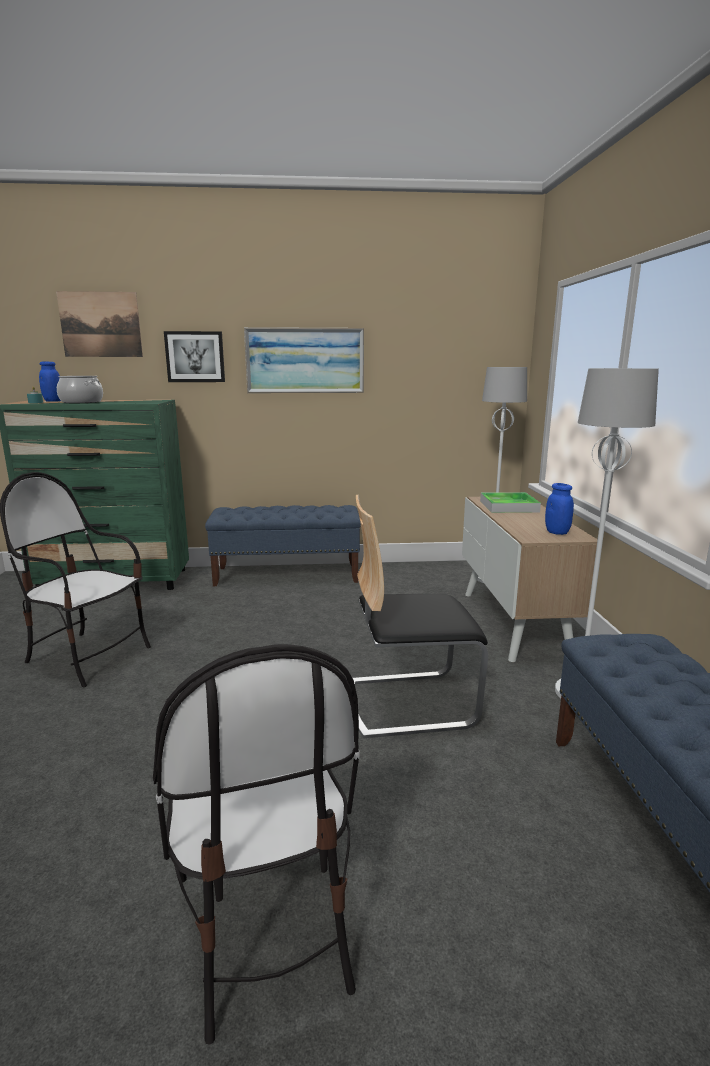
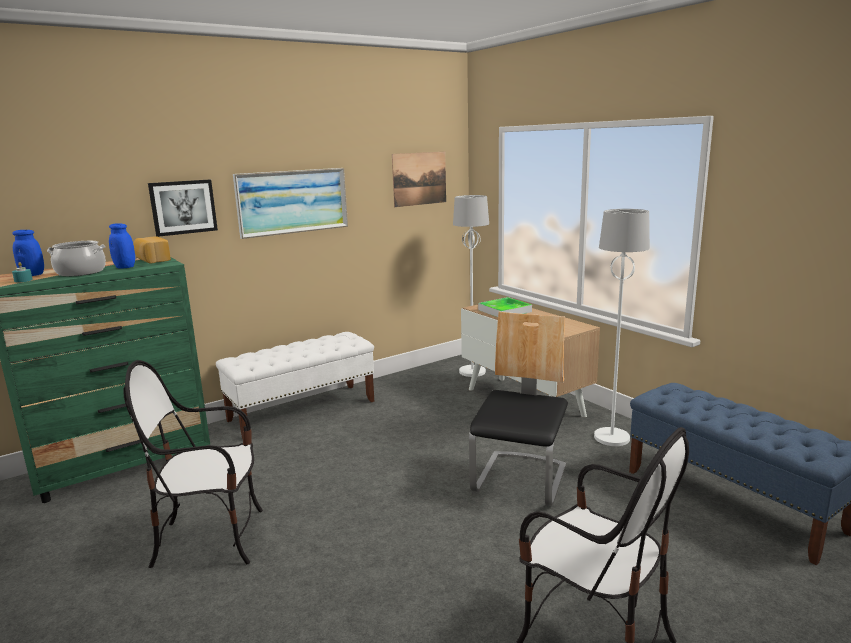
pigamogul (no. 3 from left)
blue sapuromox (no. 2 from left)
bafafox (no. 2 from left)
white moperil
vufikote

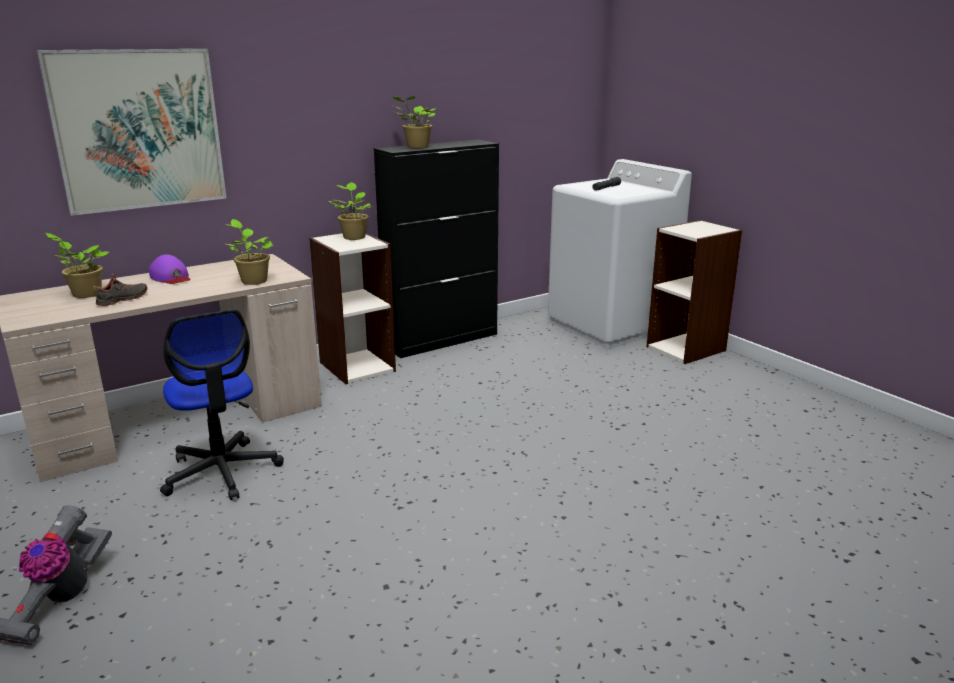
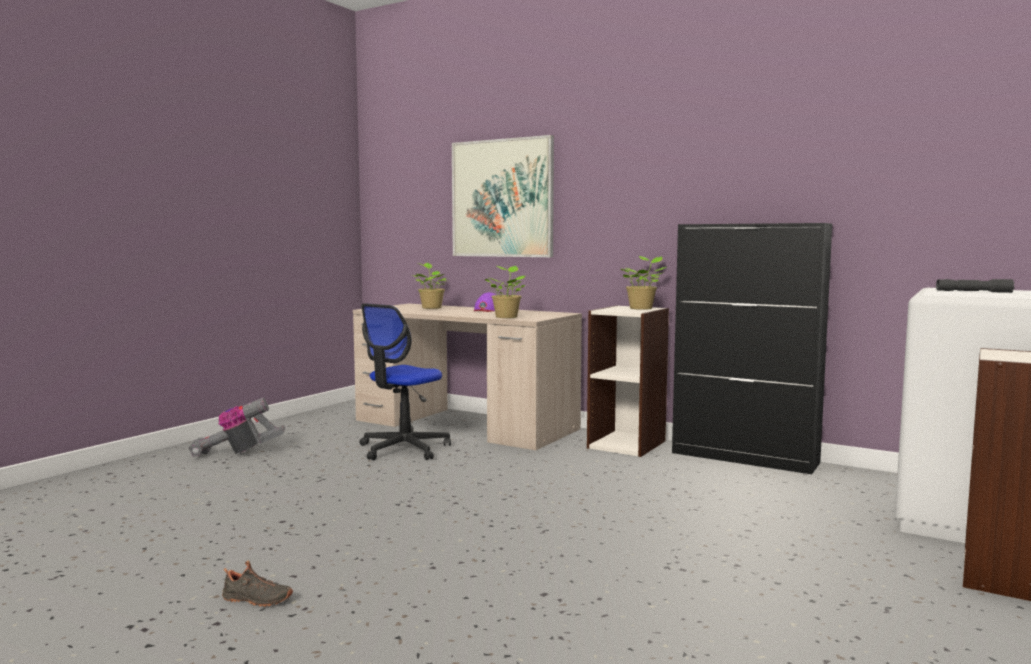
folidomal (no. 4 from left in the first image)
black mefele

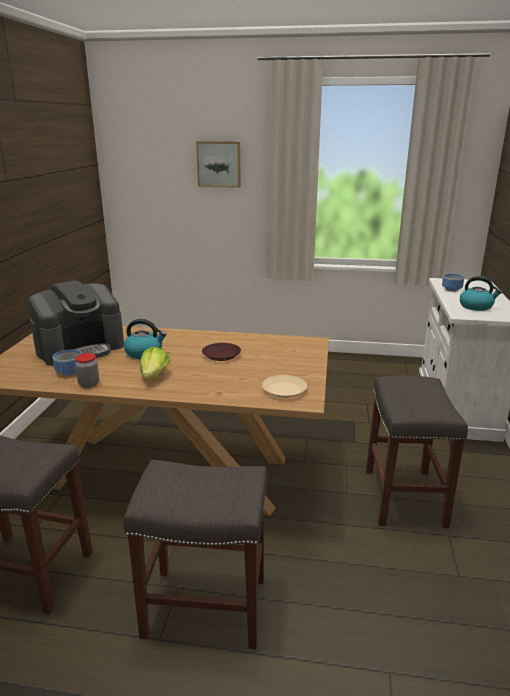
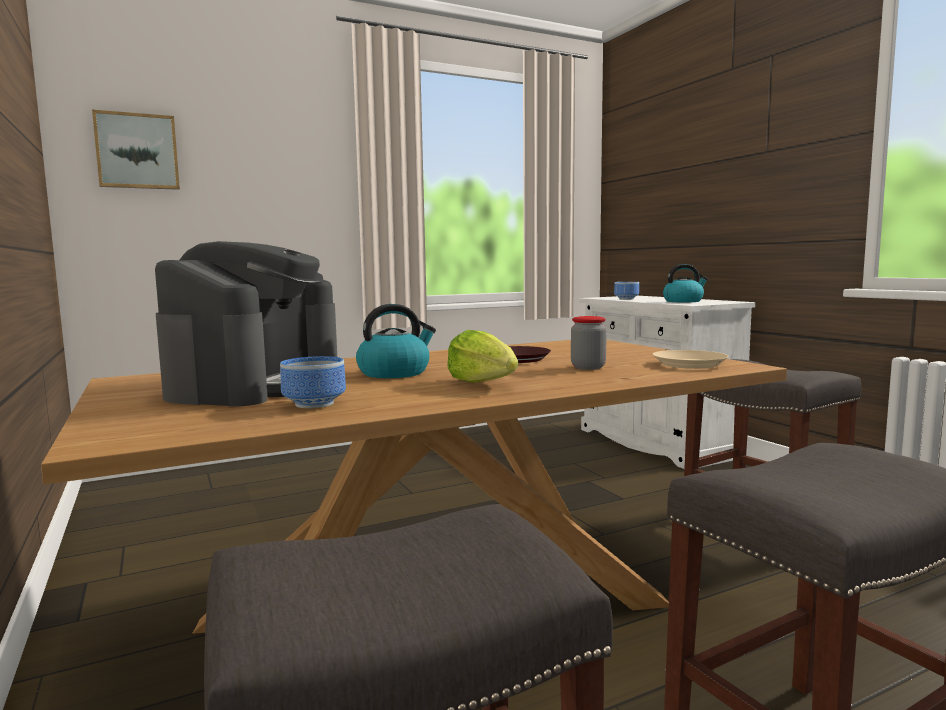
pigamogul
sapuromox

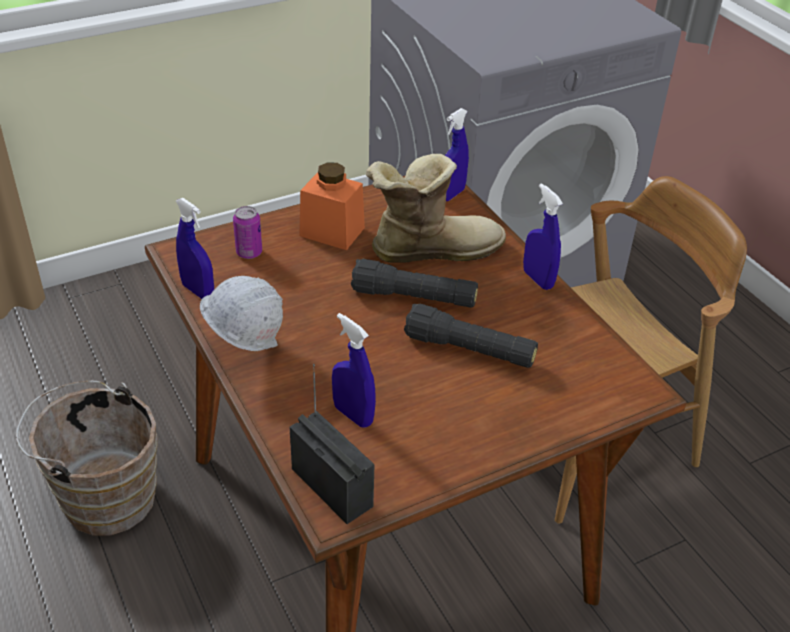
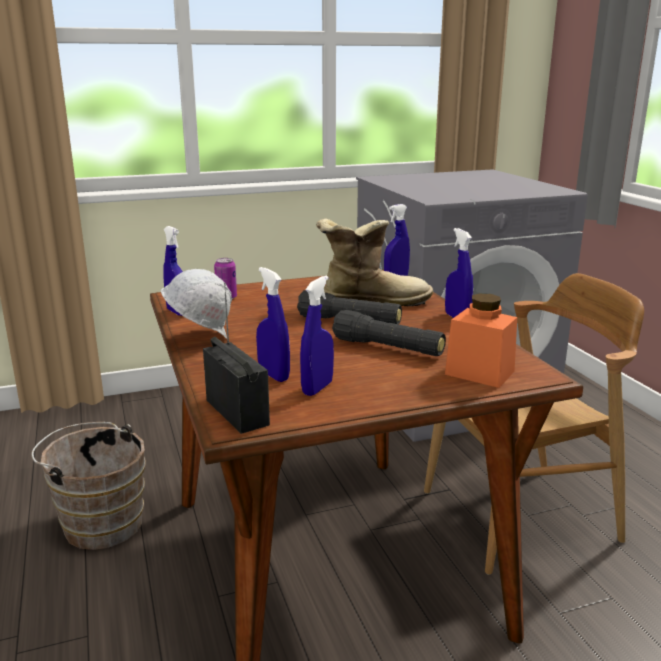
orange sapuromox
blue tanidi (no. 3 from left)

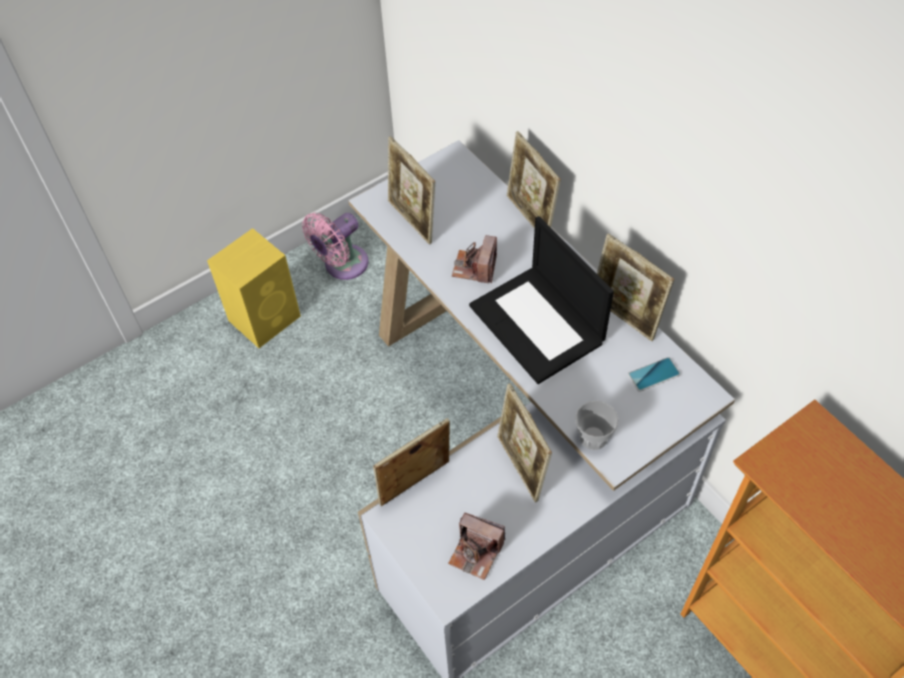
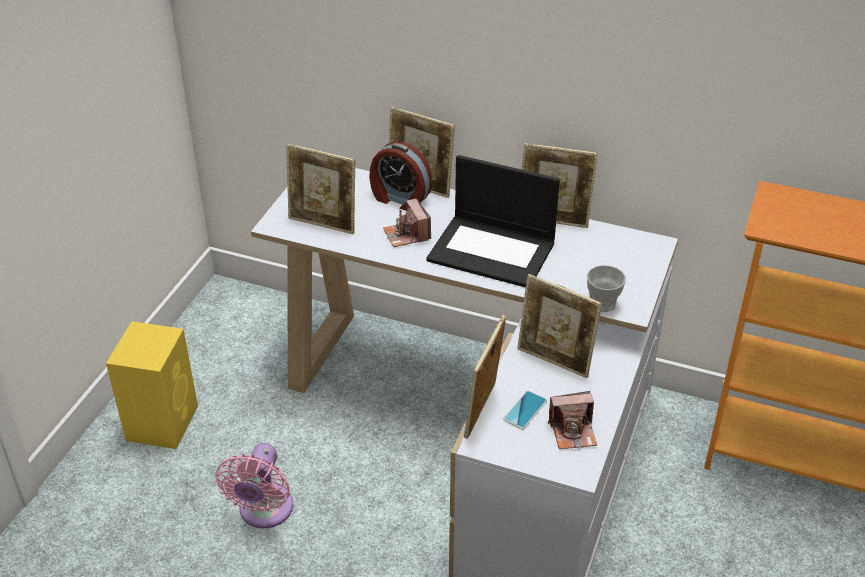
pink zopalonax
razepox
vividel

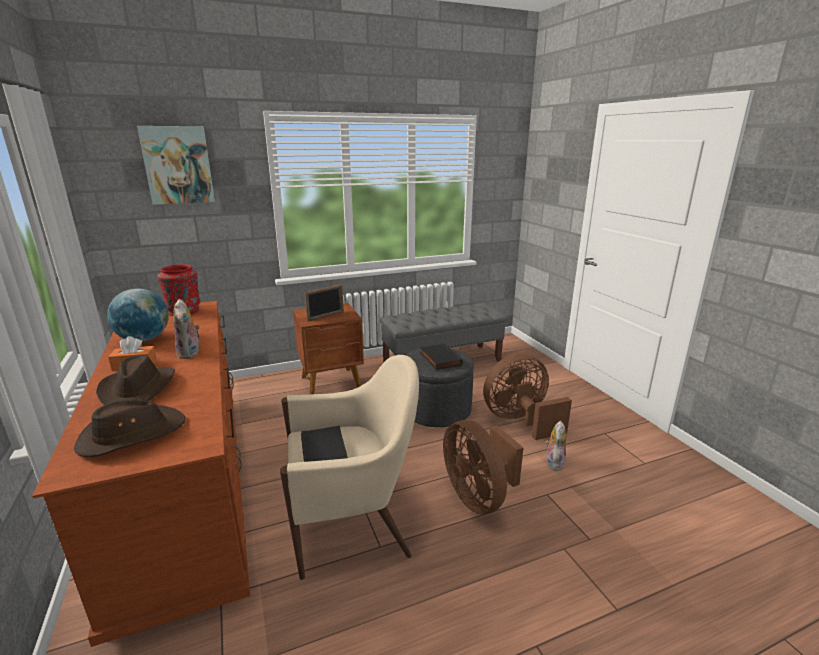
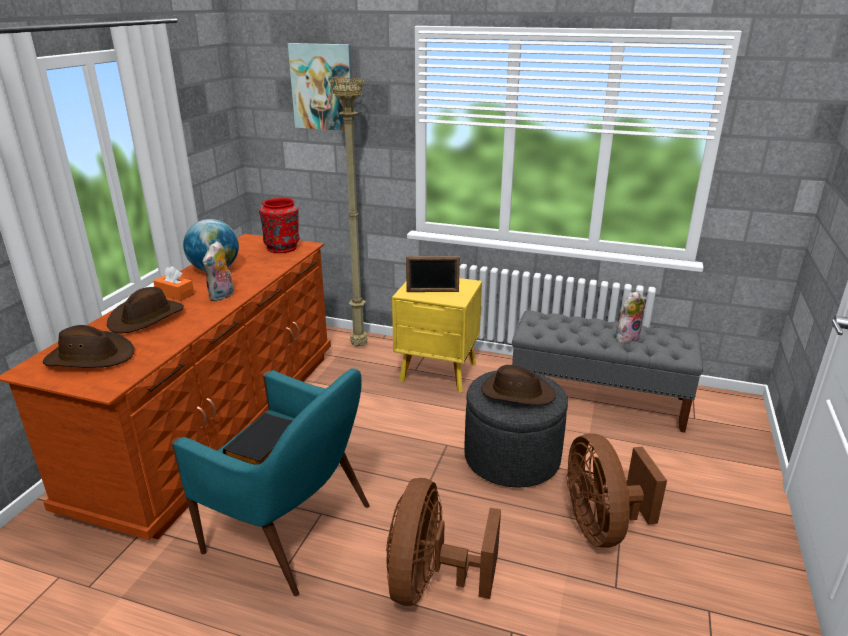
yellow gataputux
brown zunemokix (no. 3 from left)
brown zopalonax (no. 2 from left)
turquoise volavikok
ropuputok (no. 2 from left)
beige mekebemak

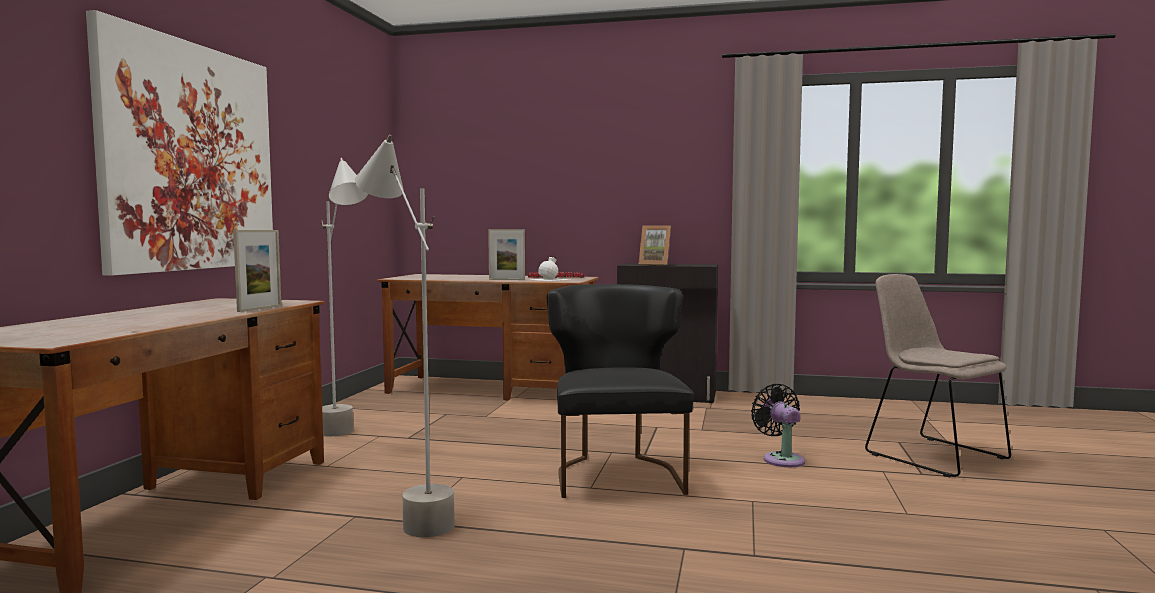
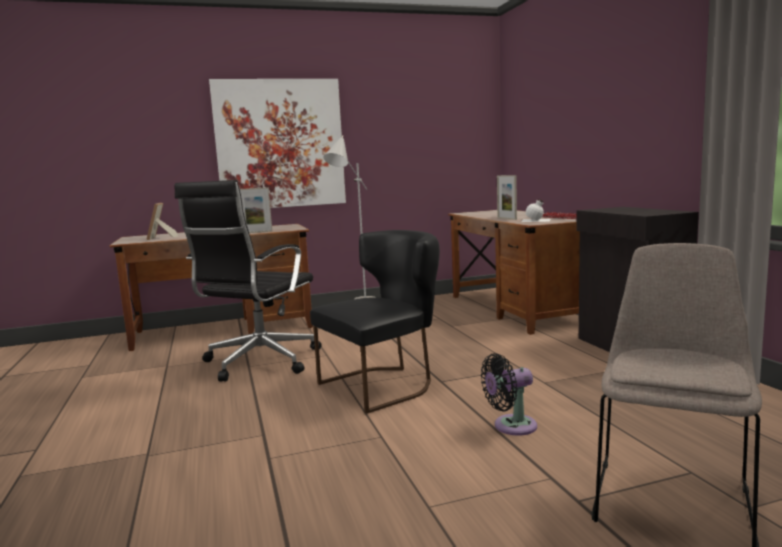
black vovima
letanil (no. 1 from left)
black zopalonax

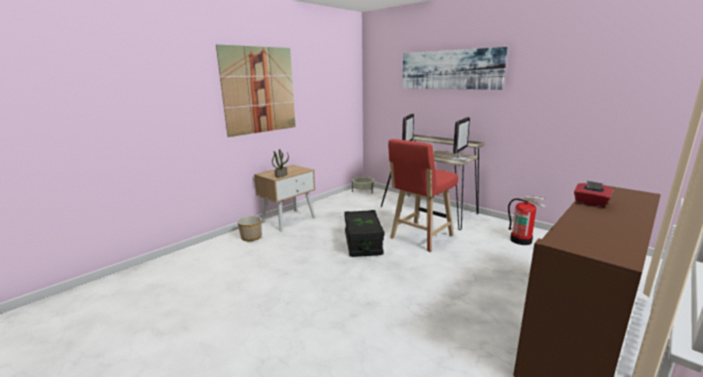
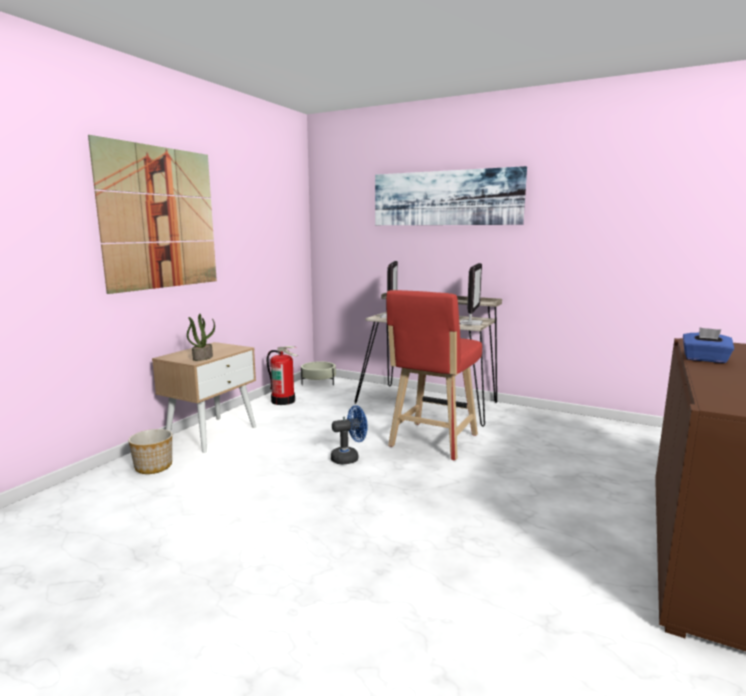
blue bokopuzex
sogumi
blue zopalonax

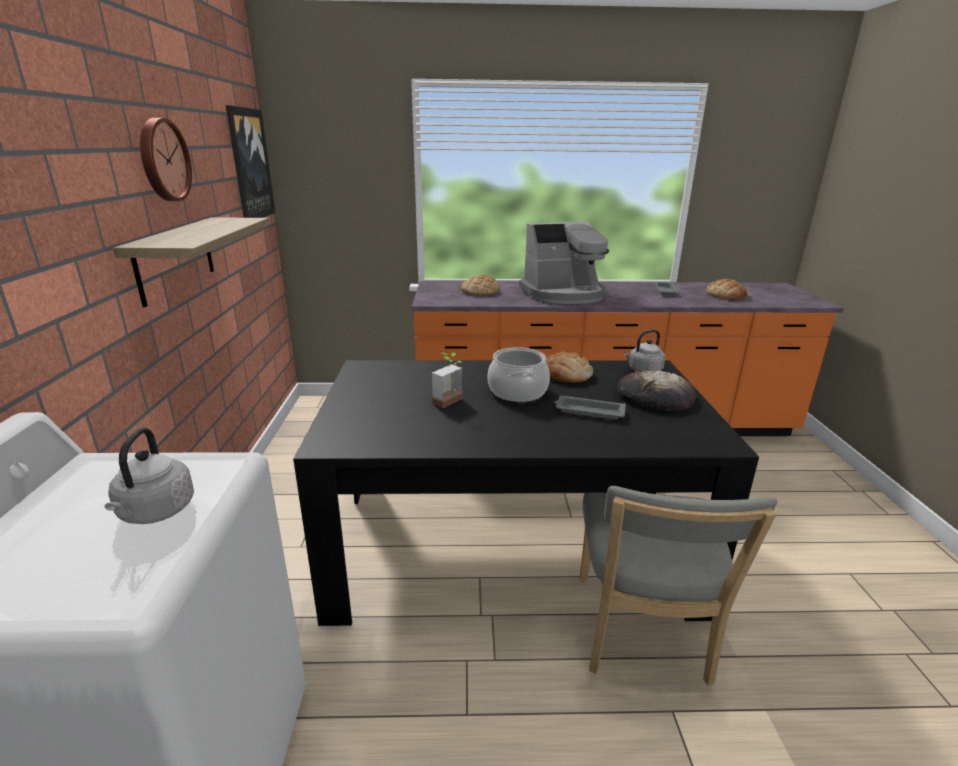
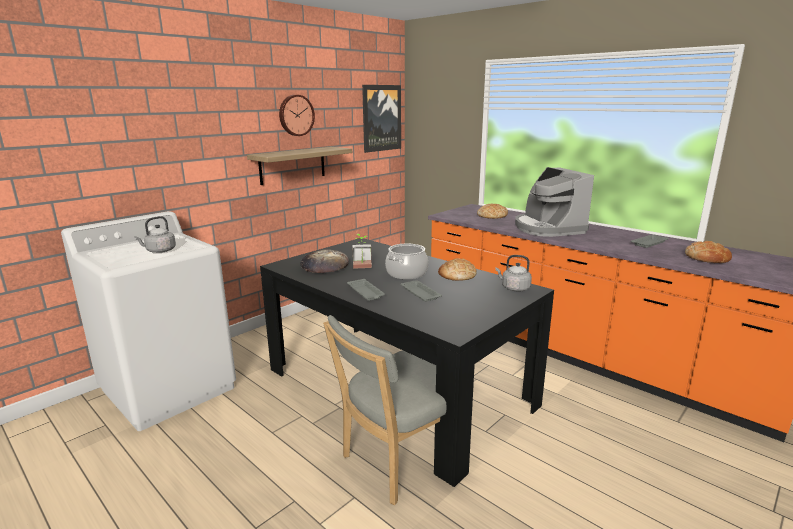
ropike
vufikote (no. 1 from left)
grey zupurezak (no. 1 from left)

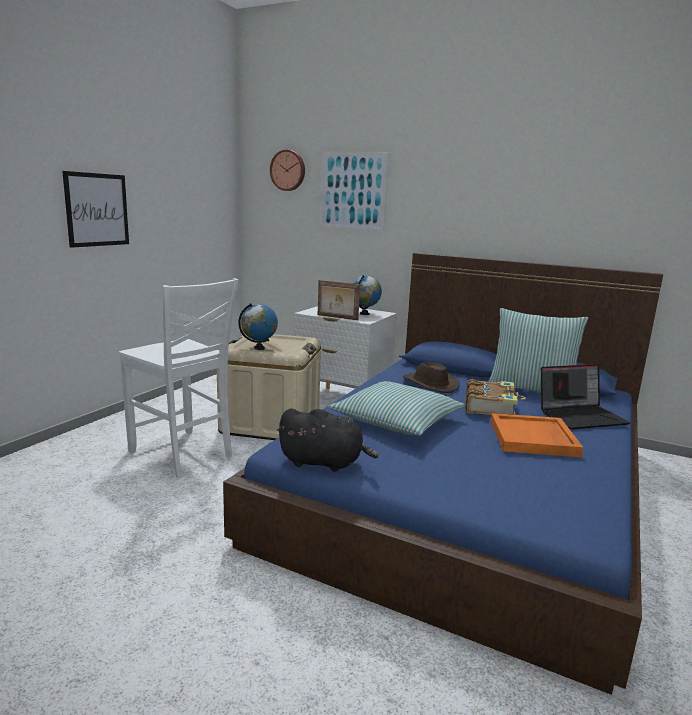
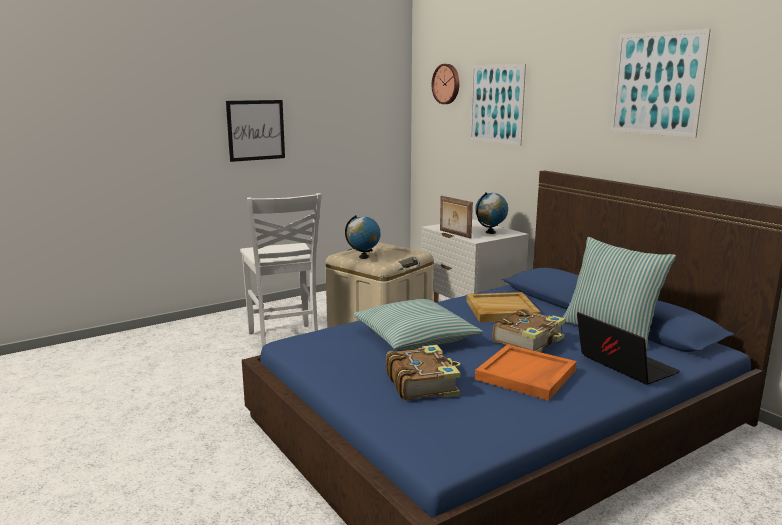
beige zupurezak
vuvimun
black ropuputok
pigamogul (no. 3 from left)
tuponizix (no. 1 from left)

